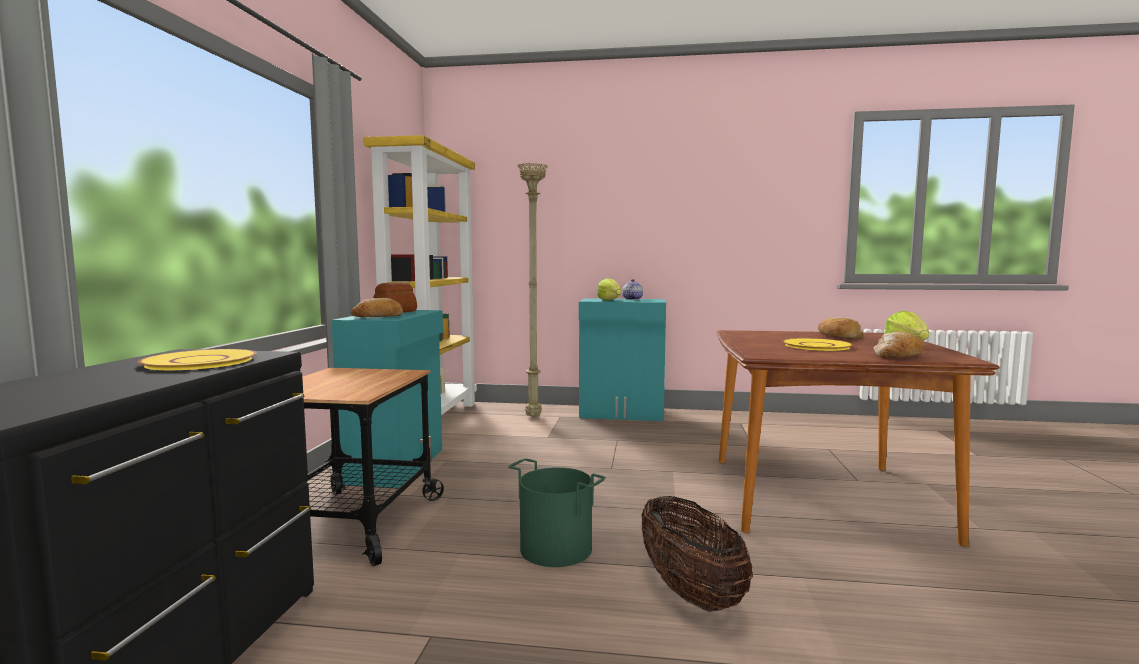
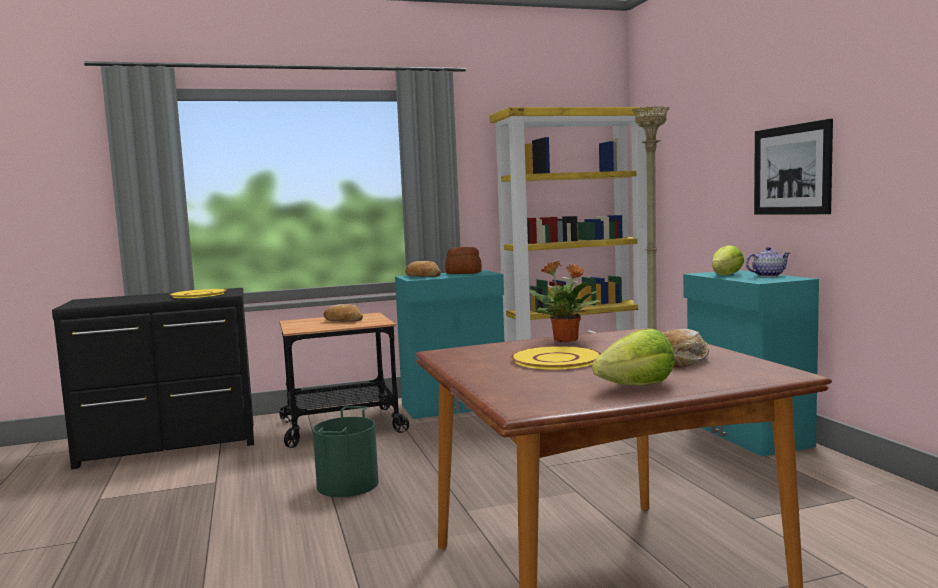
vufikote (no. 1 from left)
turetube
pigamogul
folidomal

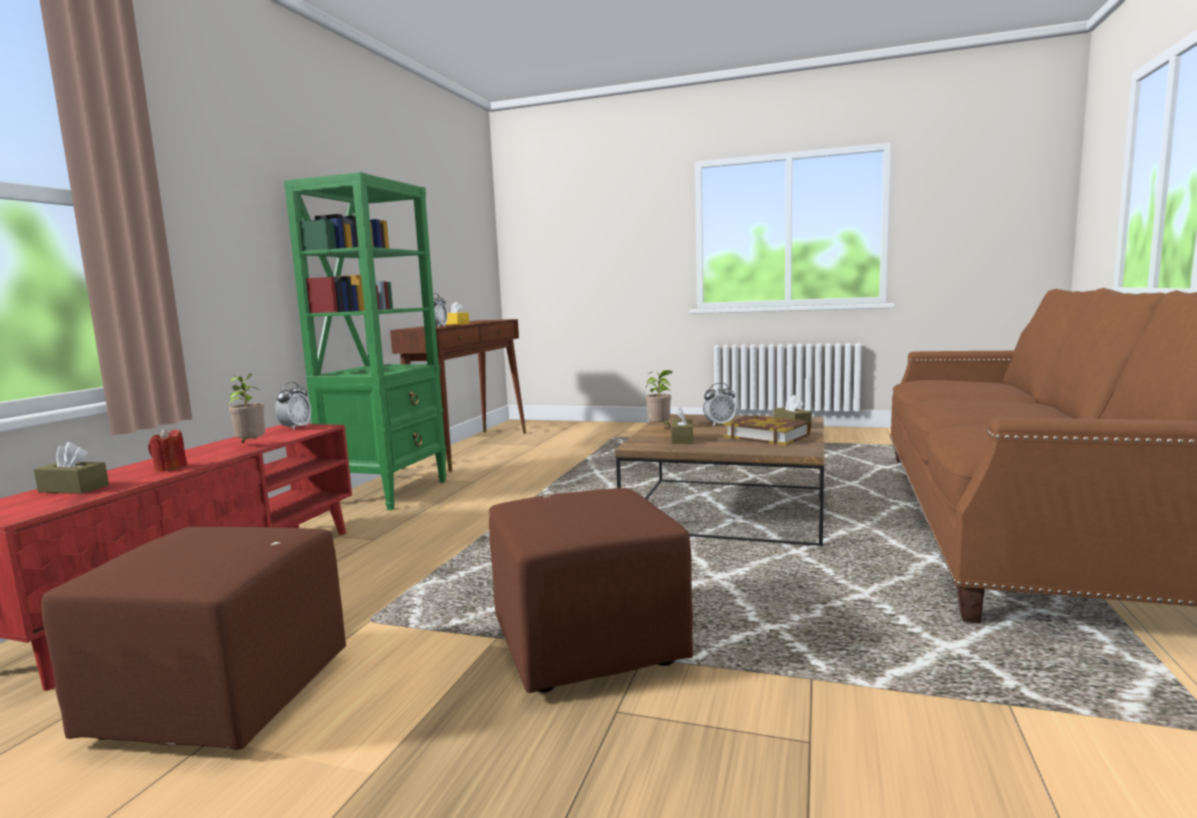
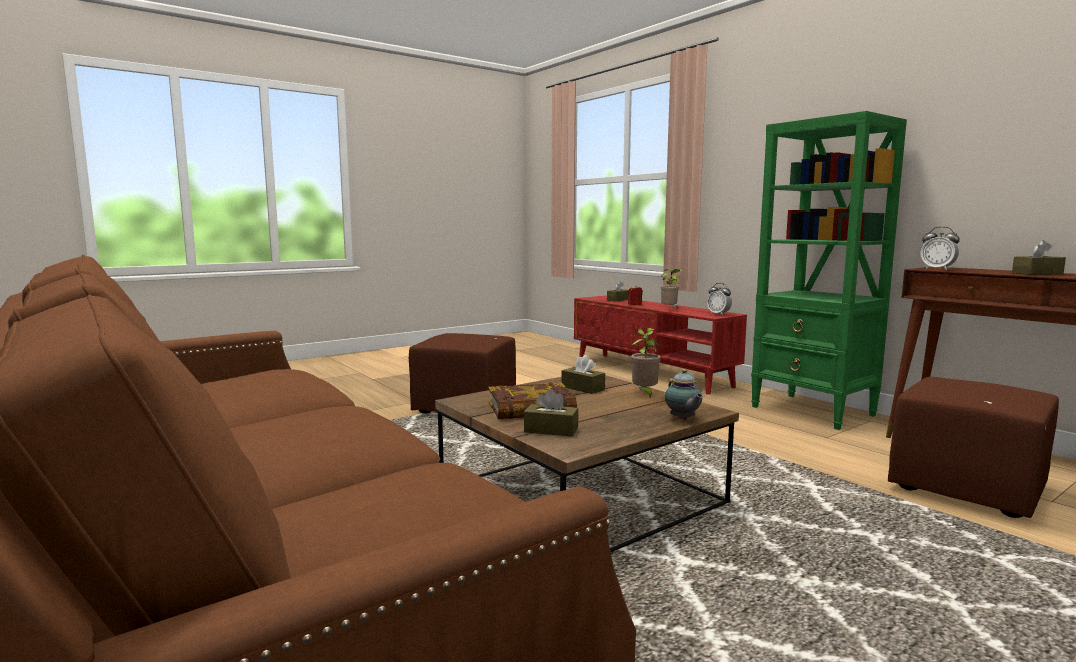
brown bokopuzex (no. 4 from left)
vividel (no. 3 from left in the first image)
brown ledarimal (no. 2 from left)
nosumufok

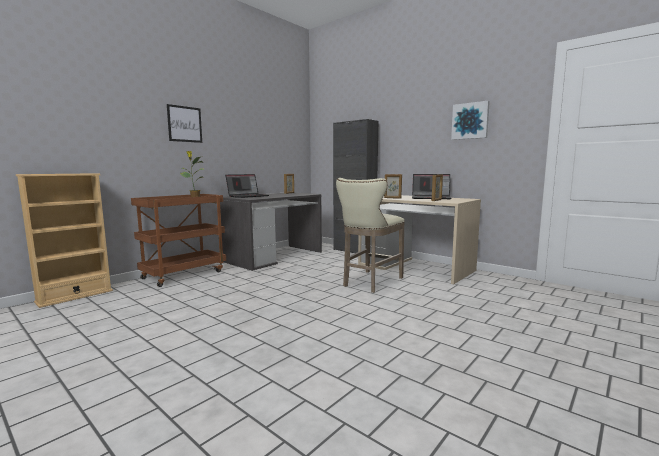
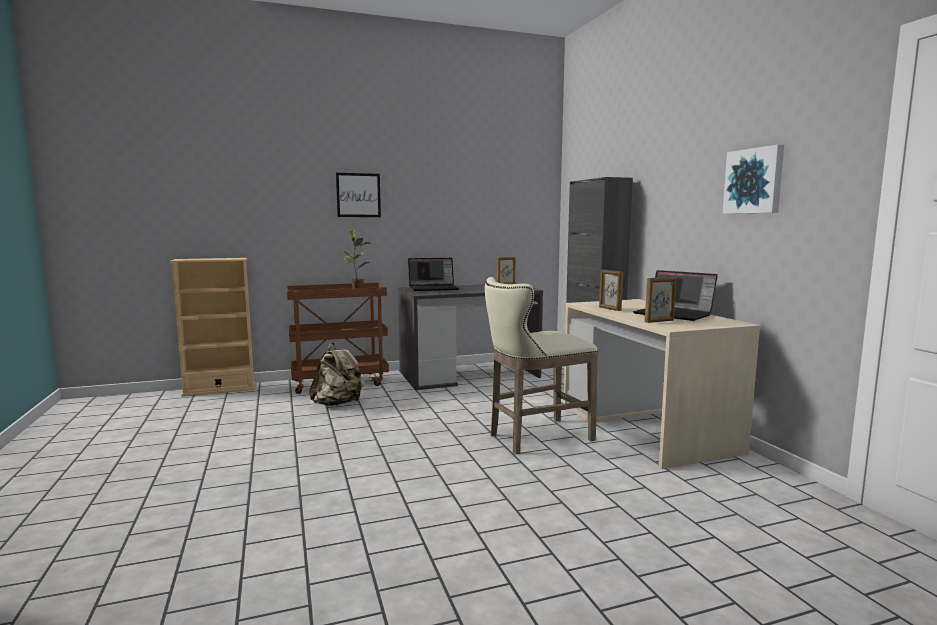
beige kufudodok

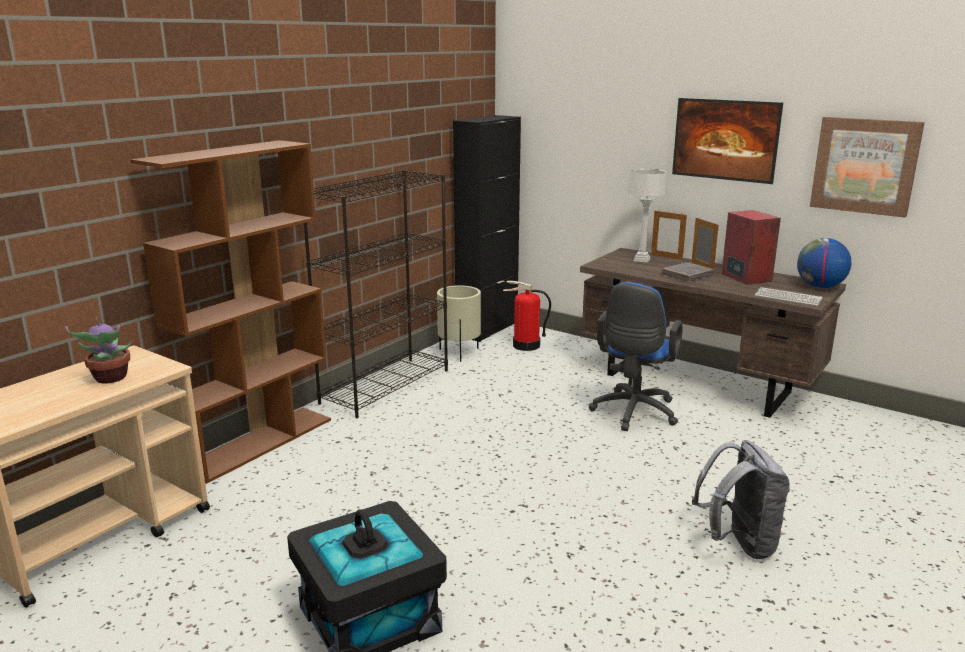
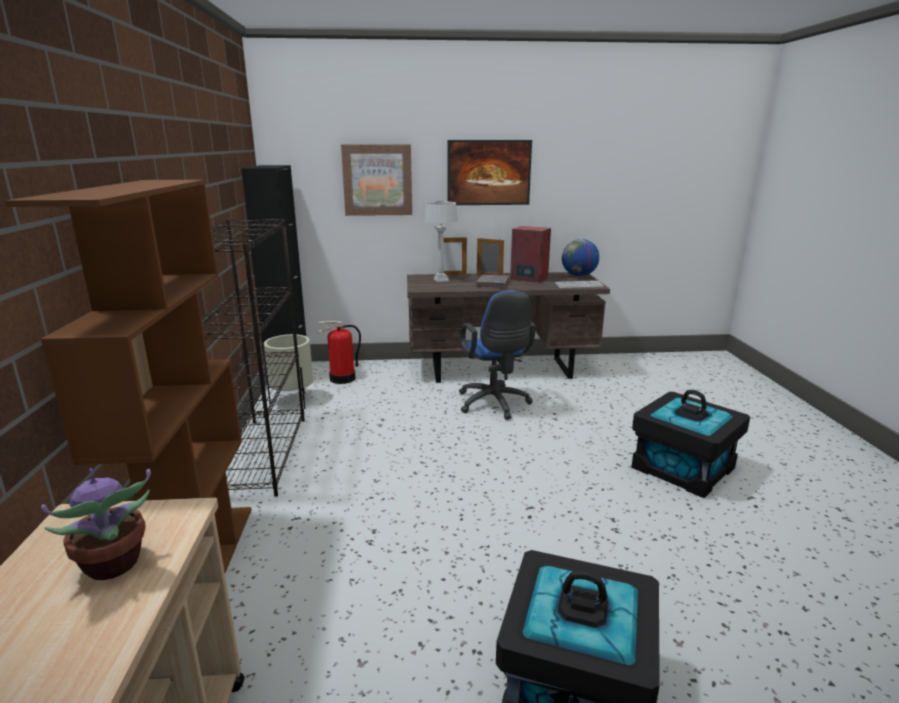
pigamogul (no. 1 from left)
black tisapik (no. 2 from left)

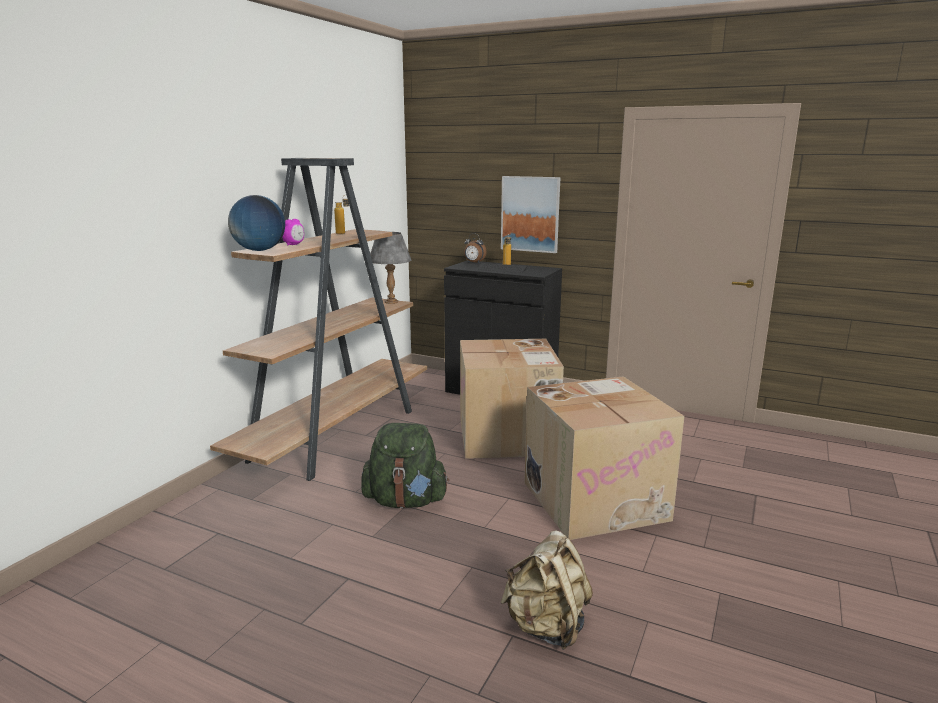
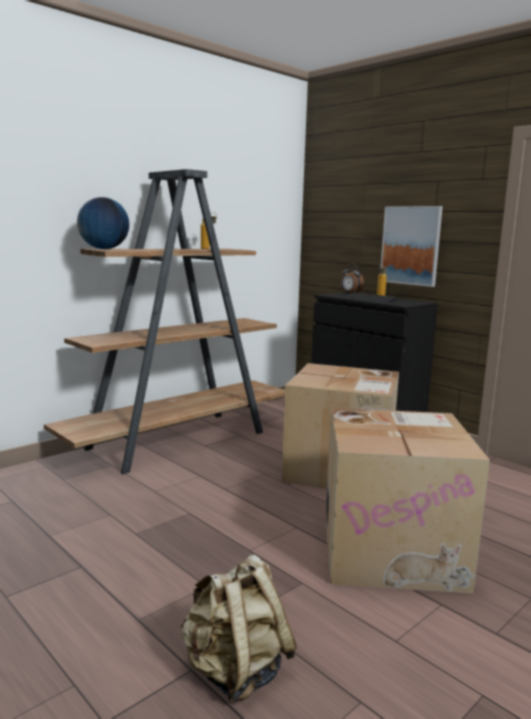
vividel (no. 1 from left in the first image)
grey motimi
green kufudodok

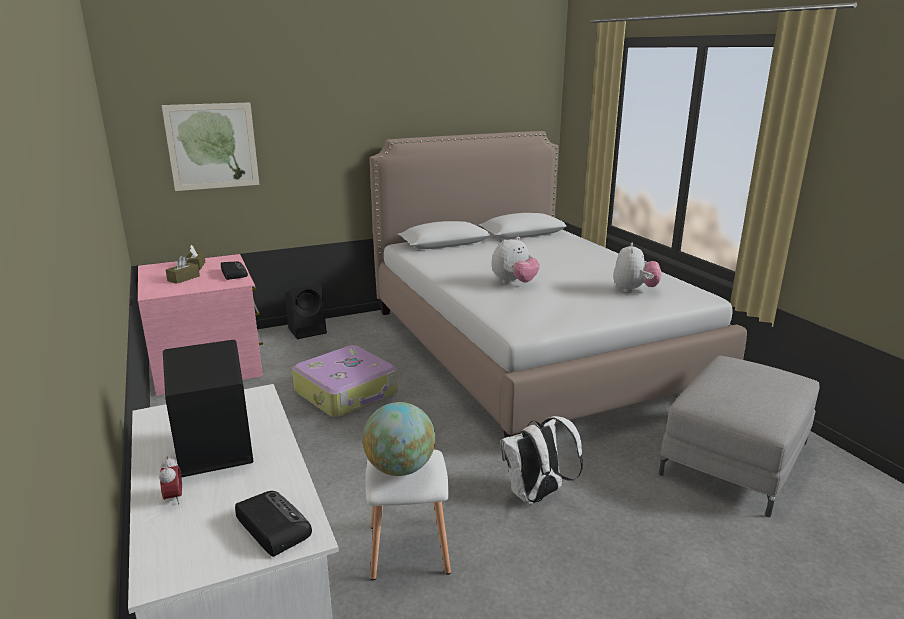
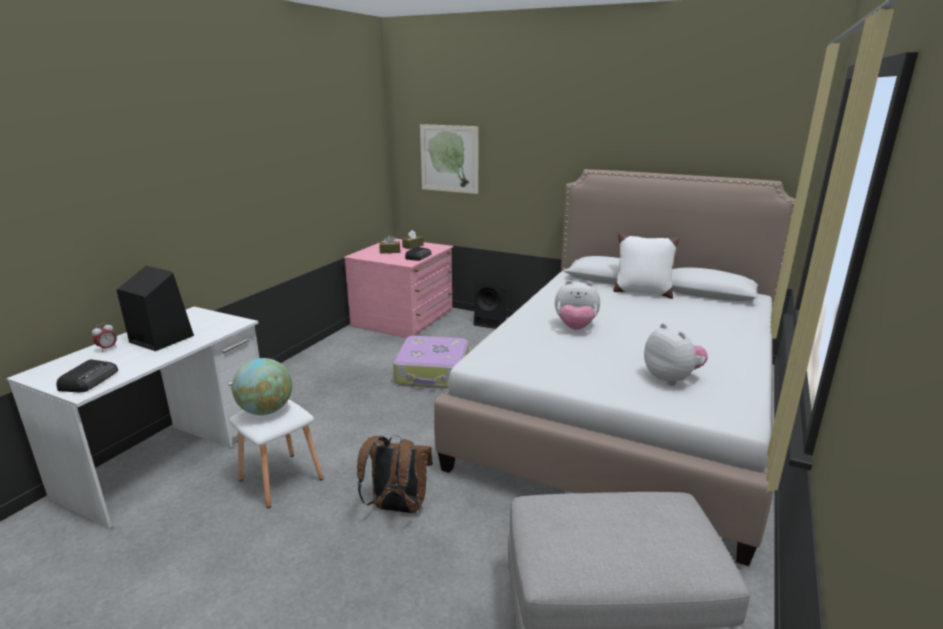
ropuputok (no. 2 from left)
brown kufudodok
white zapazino

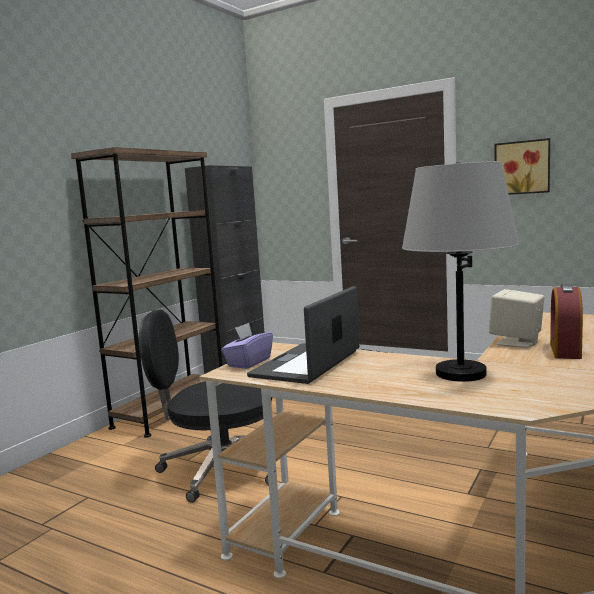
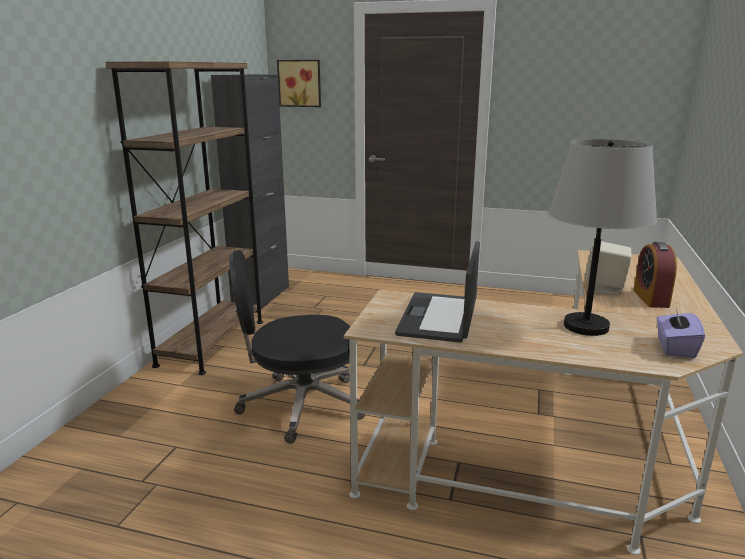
pigamogul
purple bokopuzex

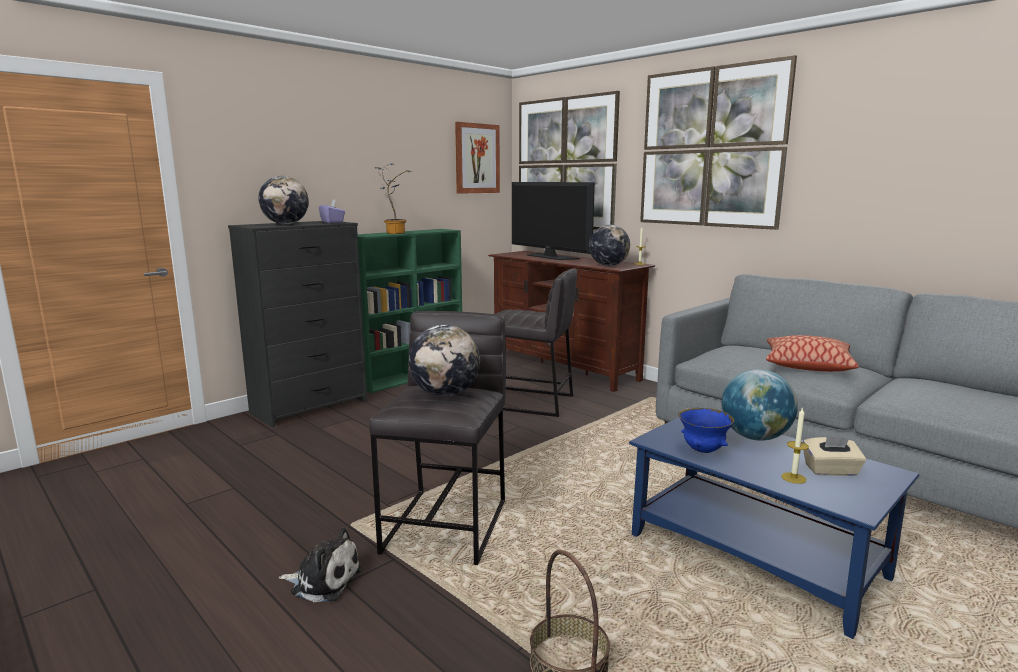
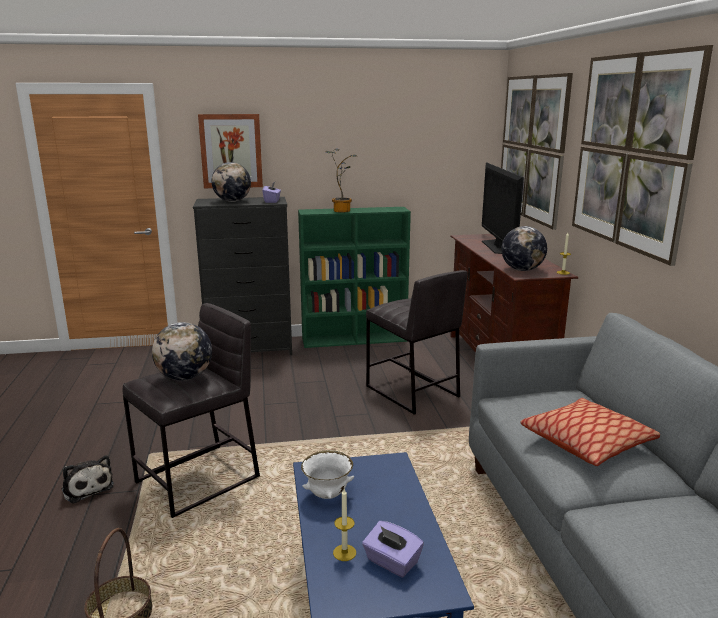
pigamogul (no. 1 from left)
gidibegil (no. 4 from left in the first image)
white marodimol
purple bokopuzex (no. 2 from left)

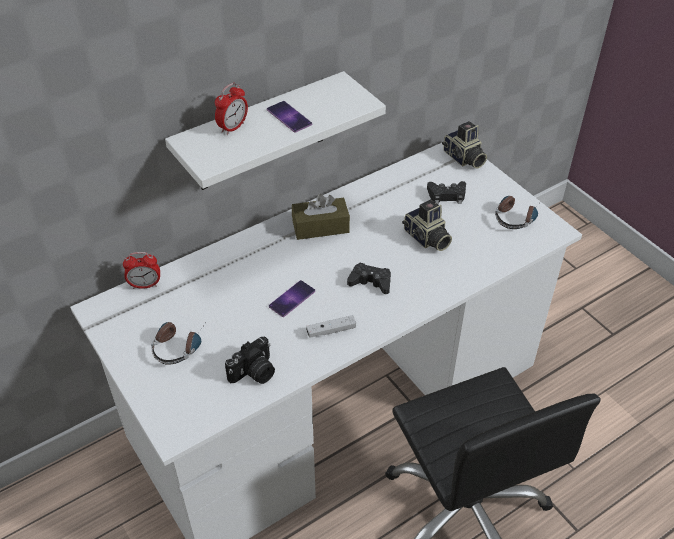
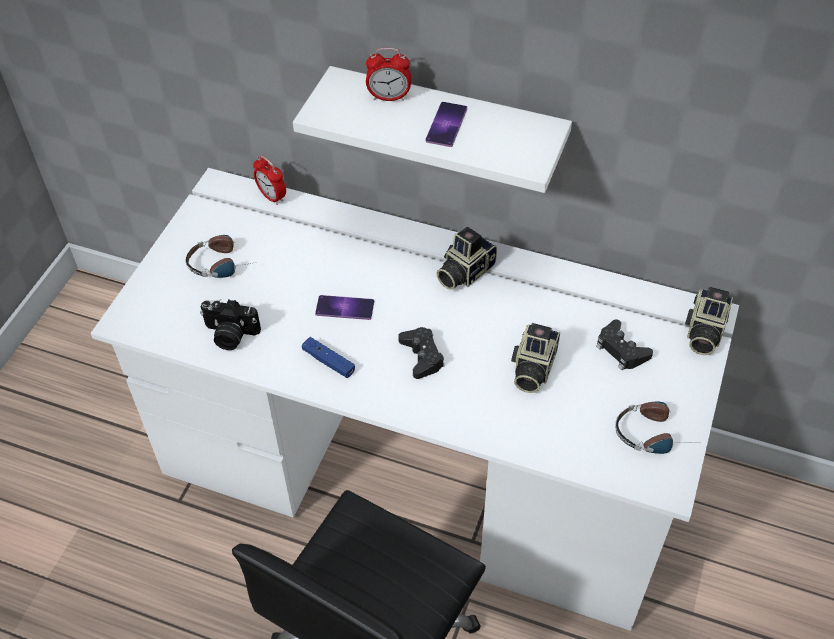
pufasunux (no. 2 from left)
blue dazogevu

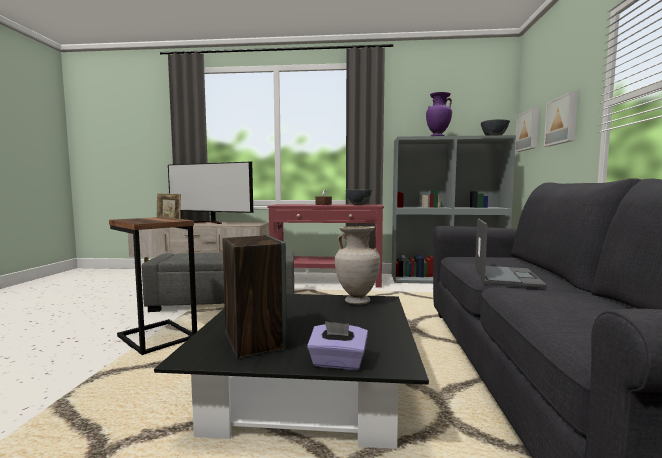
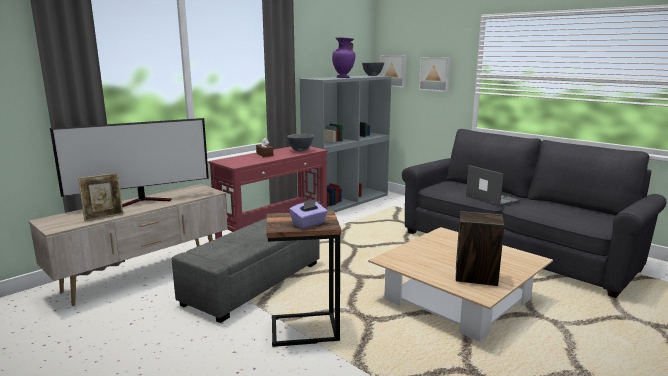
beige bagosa
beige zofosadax
purple bokopuzex

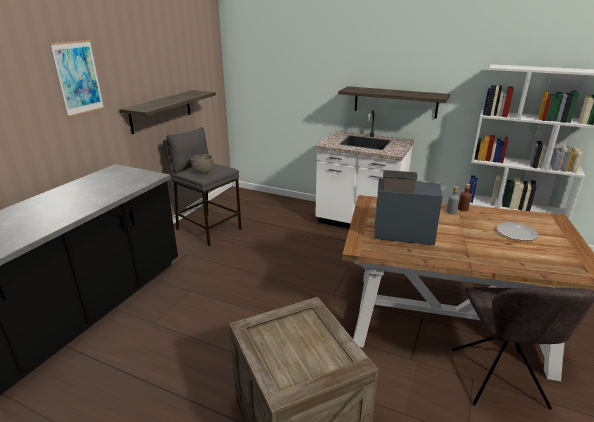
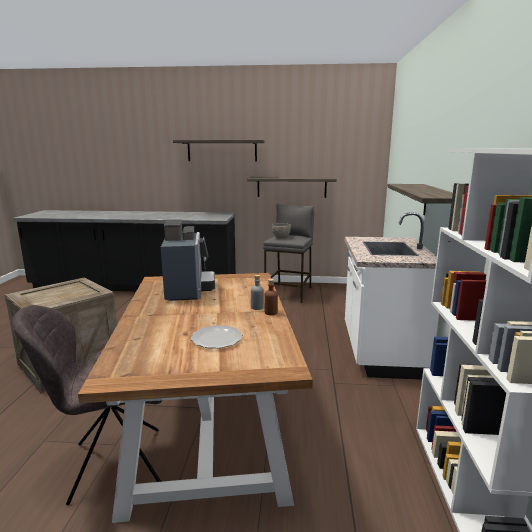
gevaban (no. 1 from left)

